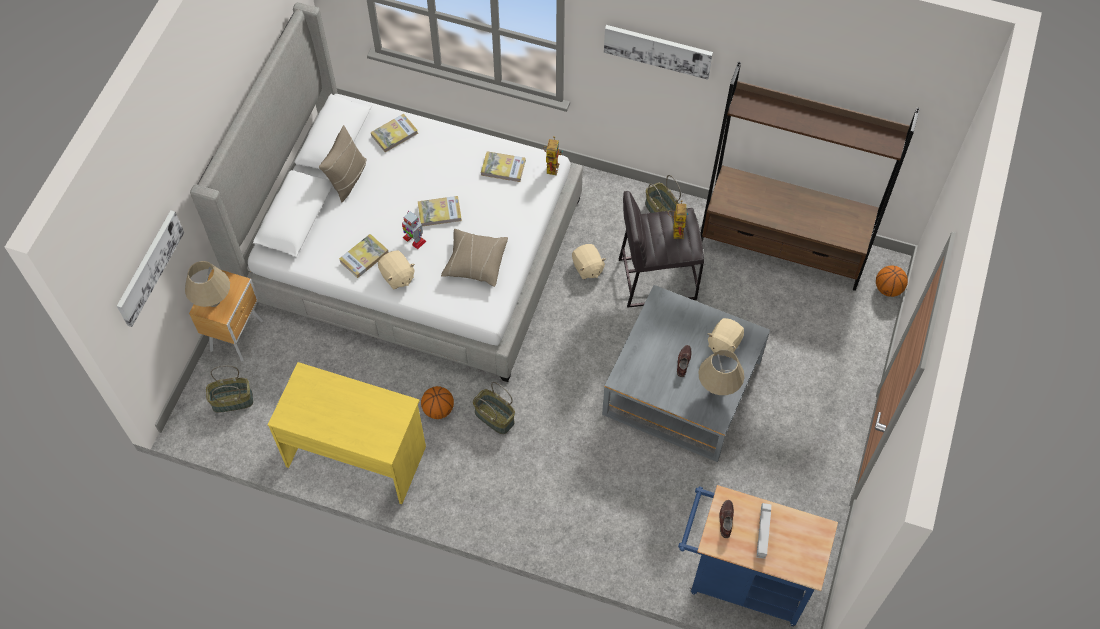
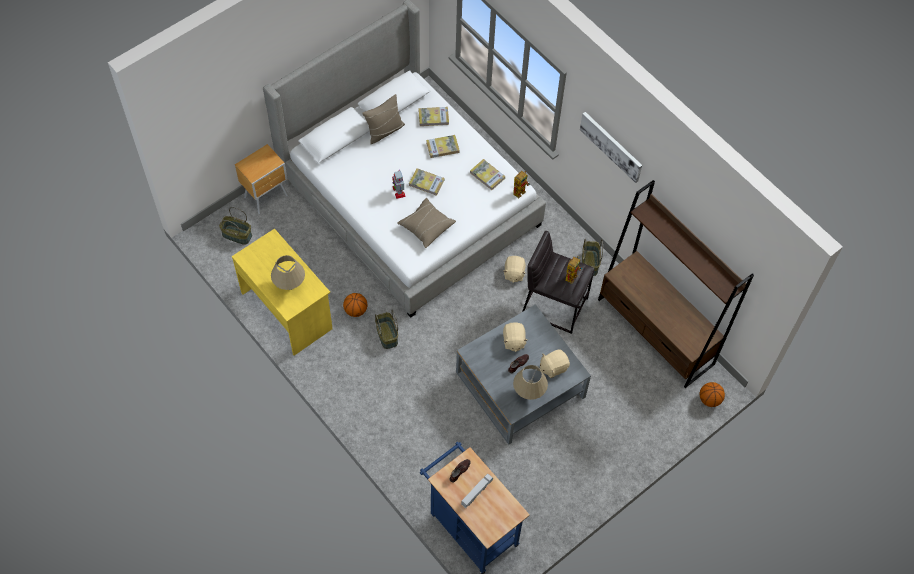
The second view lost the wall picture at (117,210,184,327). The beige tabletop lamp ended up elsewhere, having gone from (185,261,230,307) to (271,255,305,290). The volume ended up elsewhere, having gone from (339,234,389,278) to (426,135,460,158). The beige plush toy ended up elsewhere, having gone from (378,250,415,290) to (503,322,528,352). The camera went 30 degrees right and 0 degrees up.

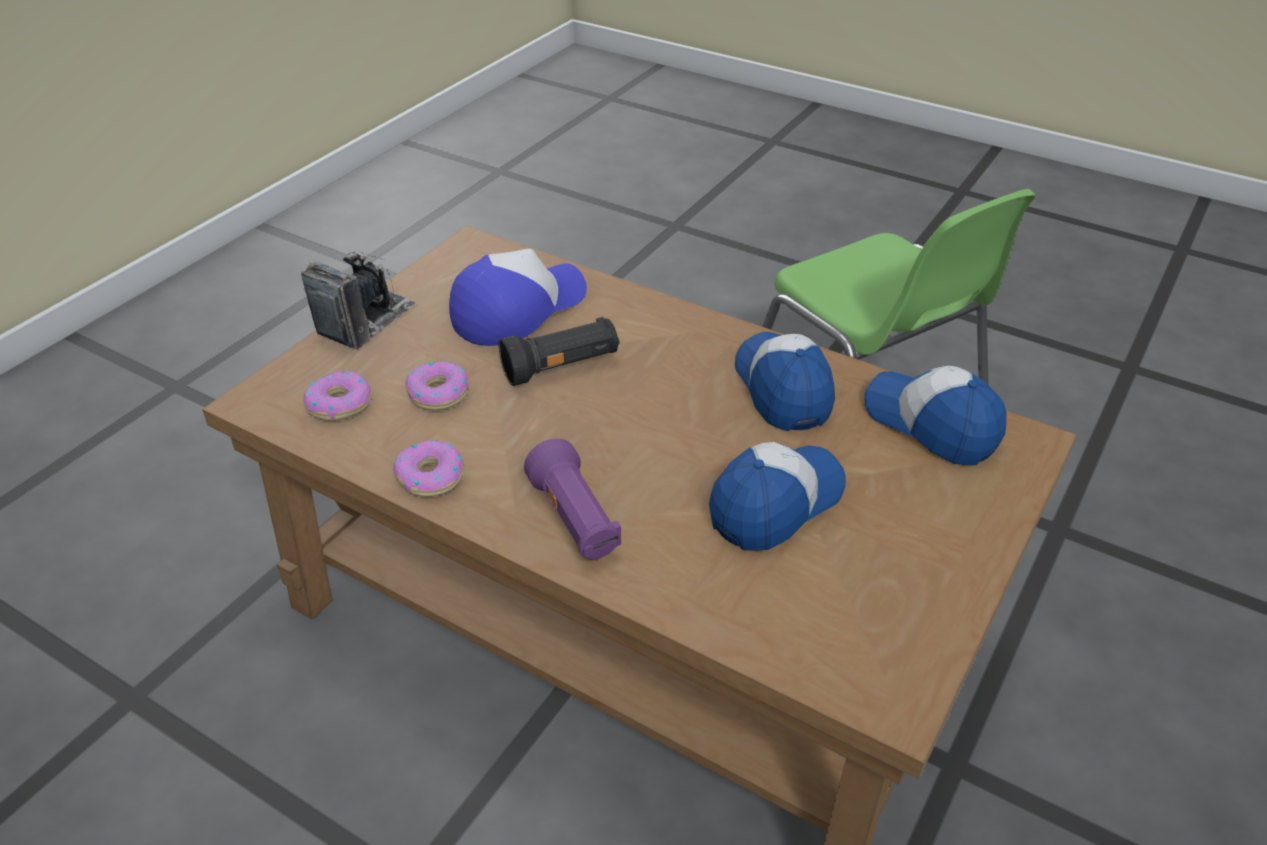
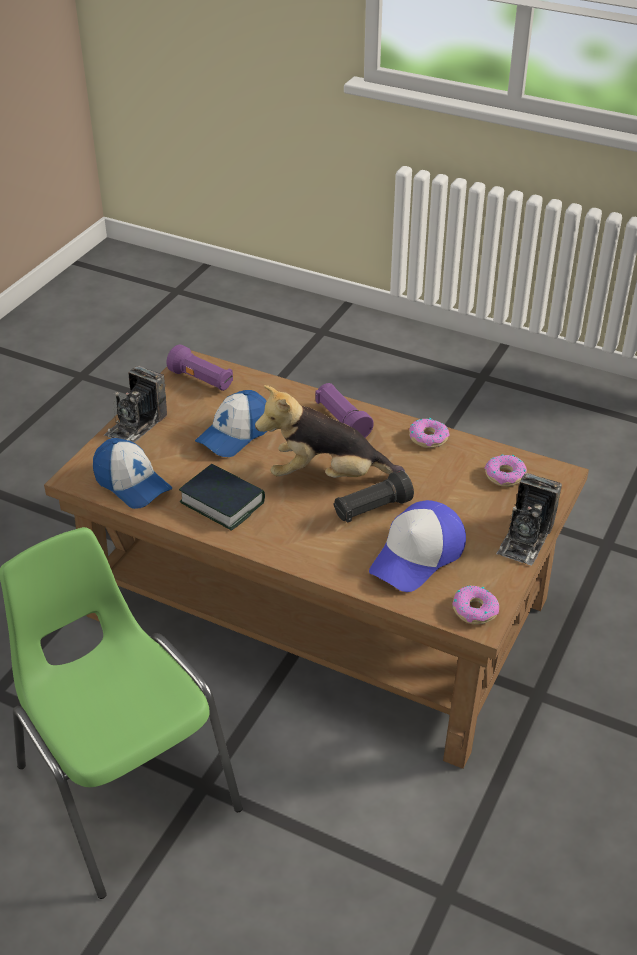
The doughnut ended up elsewhere, having gone from (405,361,469,411) to (452,586,499,625). Where the cap stood at (735,332,835,431), the volume came to stand at (179,464,265,531). The second view gained the still camera at (103,366,167,443). The second view gained the purplish flashlight at (166,345,233,391). The second view gained the plush toy at (255,385,405,478). The camera went 175 degrees right and 0 degrees up.

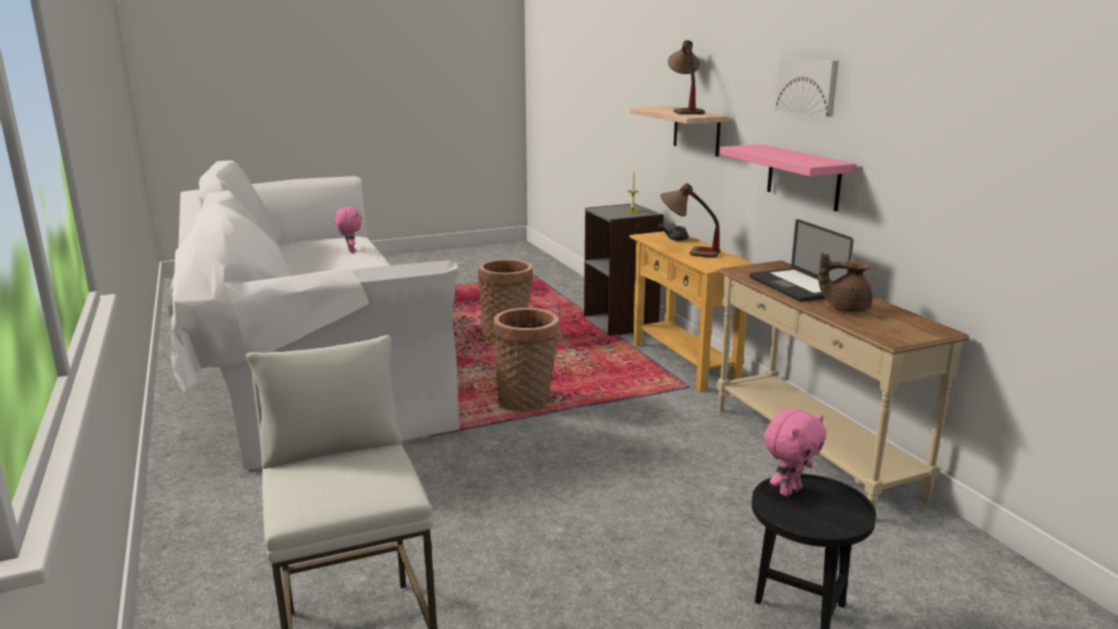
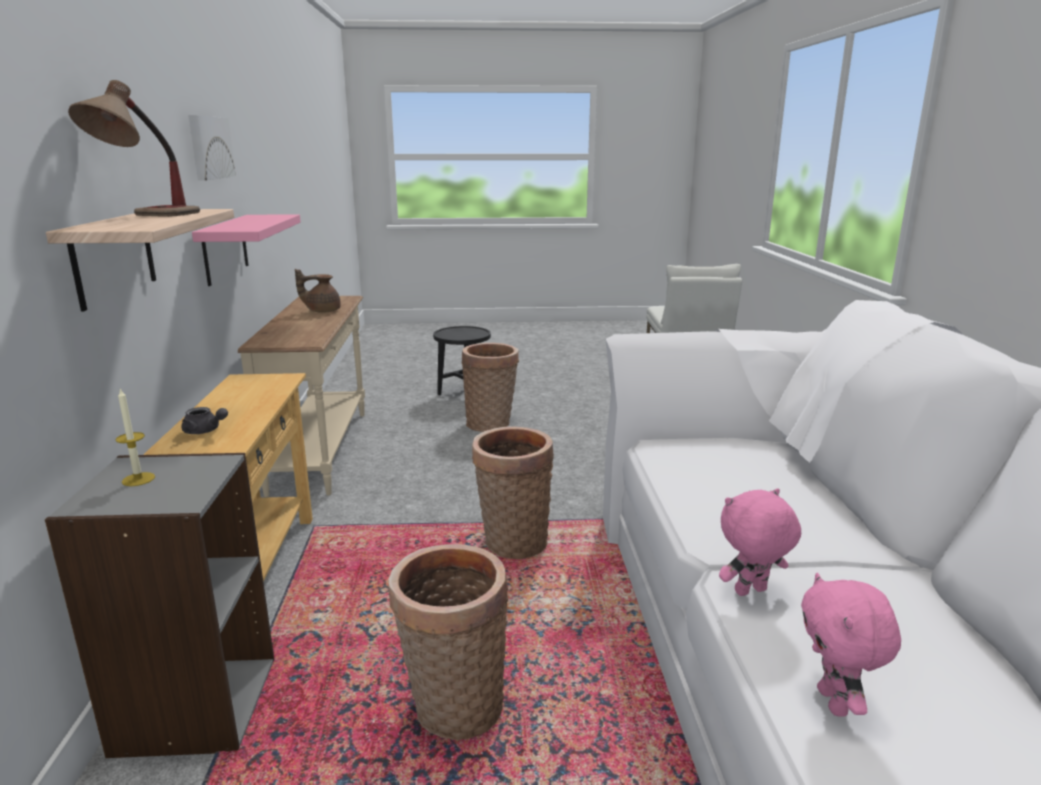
The second view lost the tabletop lamp at (660,183,721,258). The second view lost the portable computer at (750,219,854,302). The pink-coloured plush toy ended up elsewhere, having gone from (764,409,826,496) to (719,488,801,596). The brown-coloured teapot at (819,253,872,312) ended up facing another way, 135 degrees clockwise from before. The second view gained the household basket at (462,343,519,432). The camera went 160 degrees left and 0 degrees up.

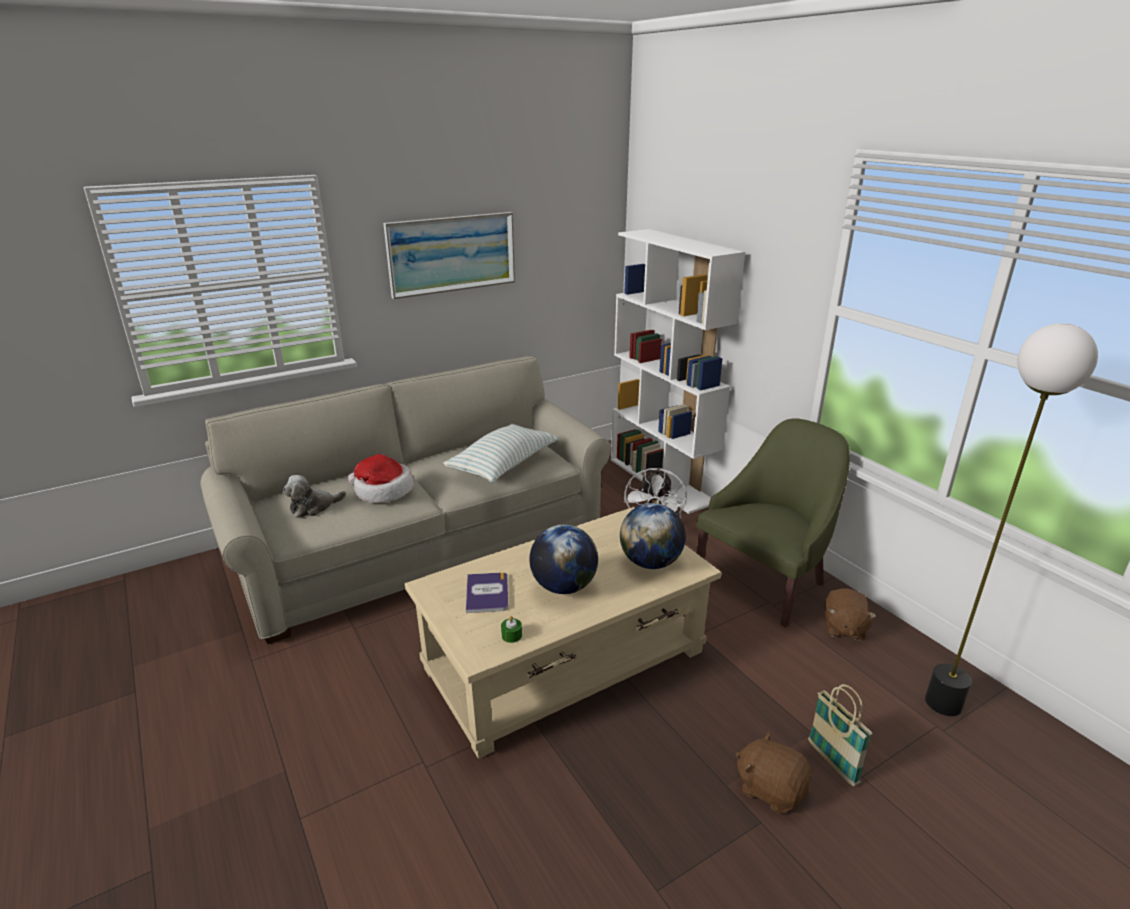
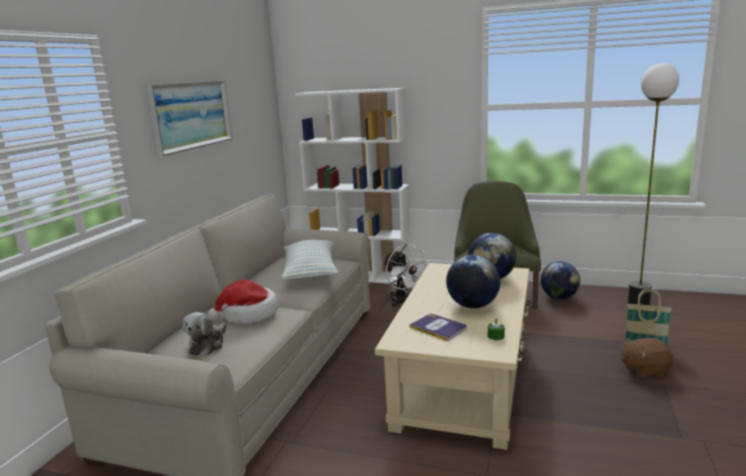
Where the brown-coloured plush toy stood at (825,589,876,641), the desk globe came to stand at (540,261,580,299). The camera went 40 degrees left and 10 degrees down.

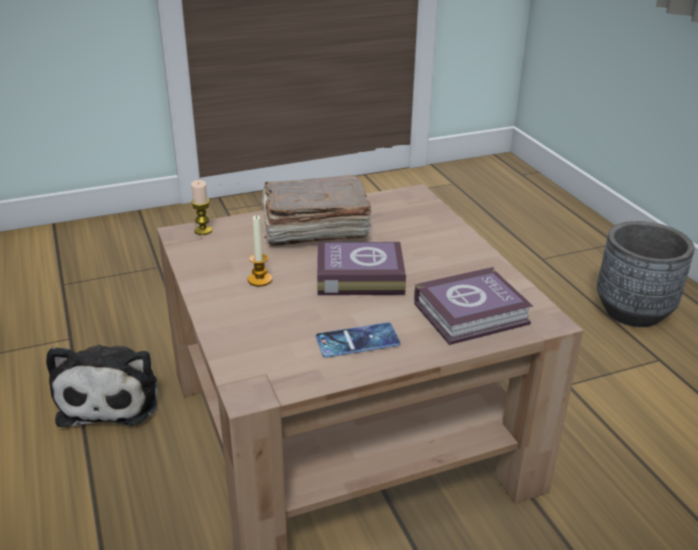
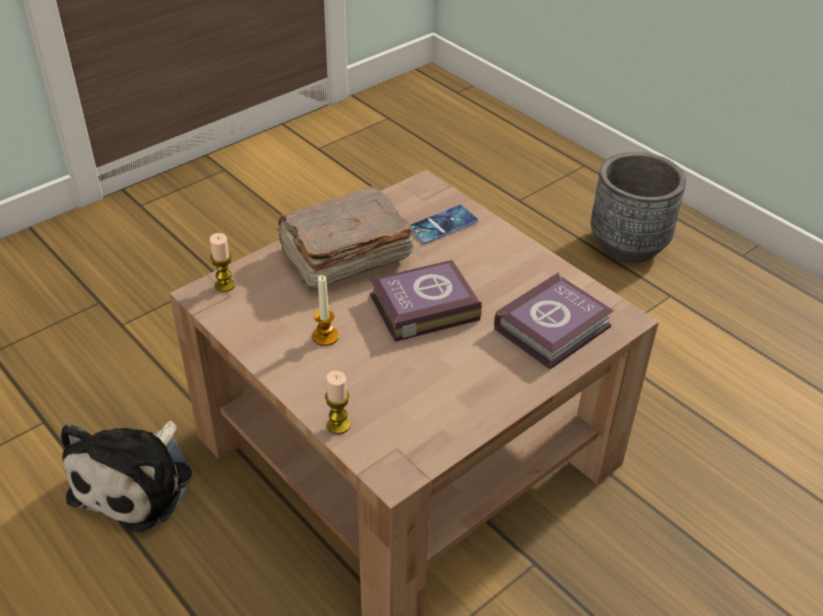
The plush toy at (46,345,157,427) ended up facing another way, 45 degrees clockwise from before. The phone ended up elsewhere, having gone from (316,322,401,358) to (410,205,478,244). The second view gained the wax light at (325,371,350,434). The camera went 20 degrees left and 10 degrees up.

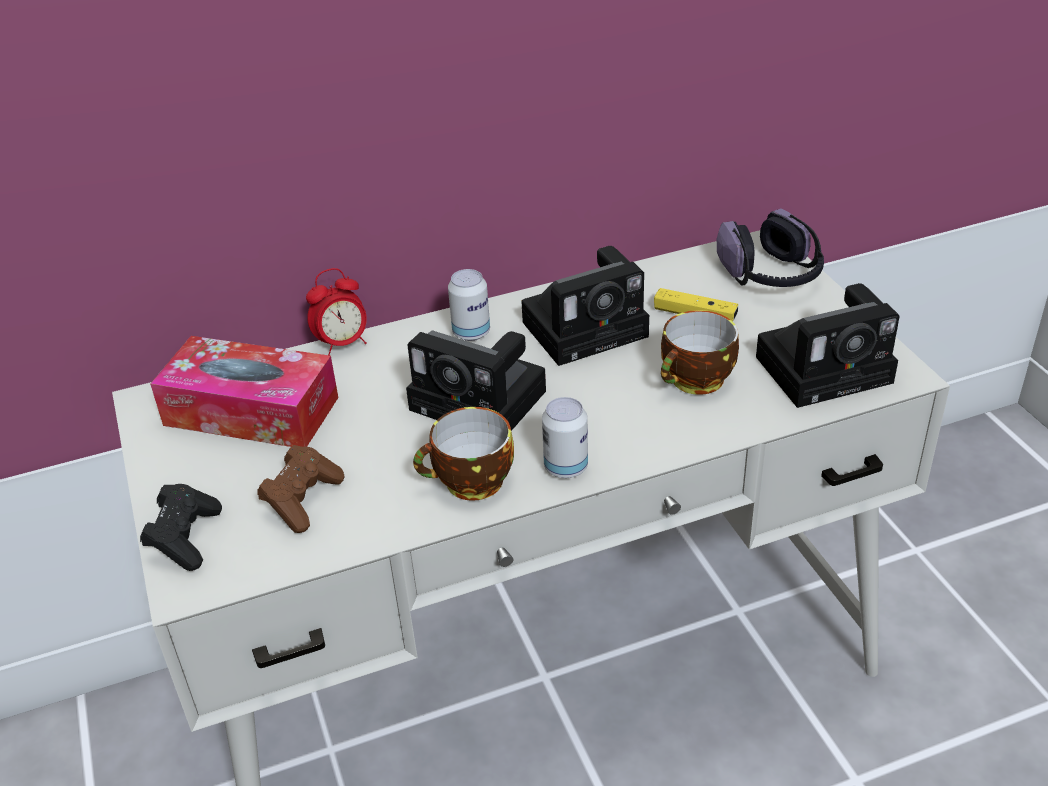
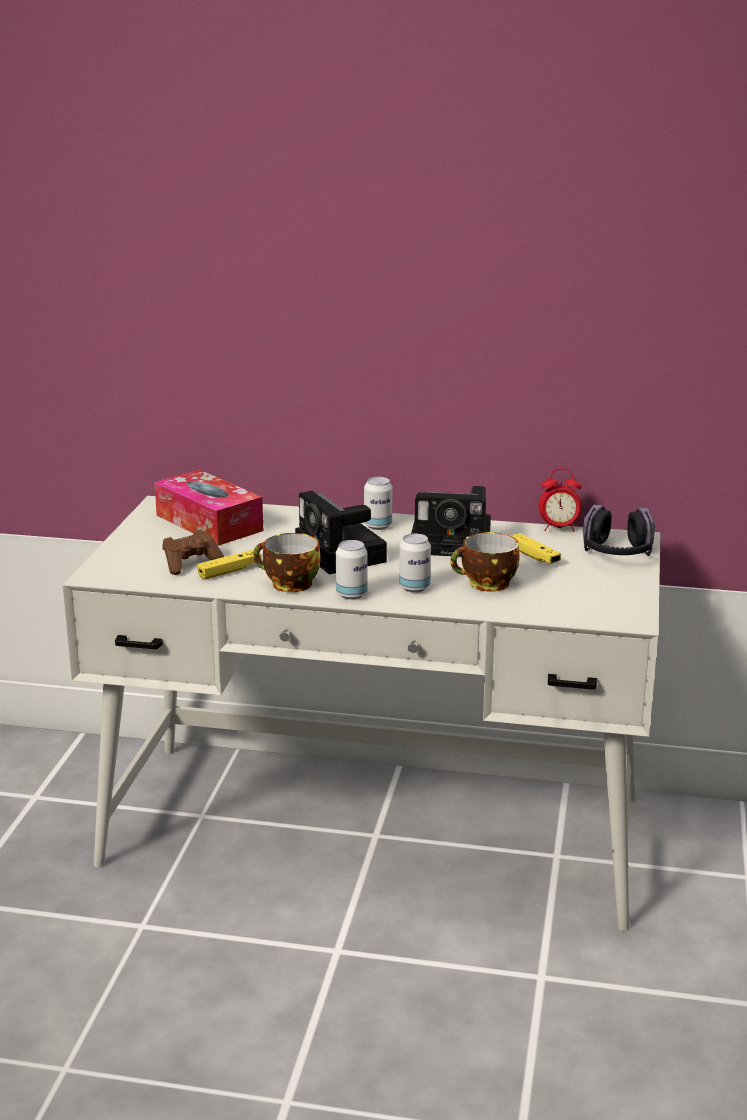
The second view lost the black-coloured game controller at (140,484,222,571). The table clock ended up elsewhere, having gone from (306,268,367,356) to (539,468,581,532). The second view lost the still camera at (756,283,900,408). The second view gained the yellow-coloured game controller at (197,549,262,580). The second view gained the metal can at (399,534,431,593). The camera went 30 degrees right and 15 degrees down.

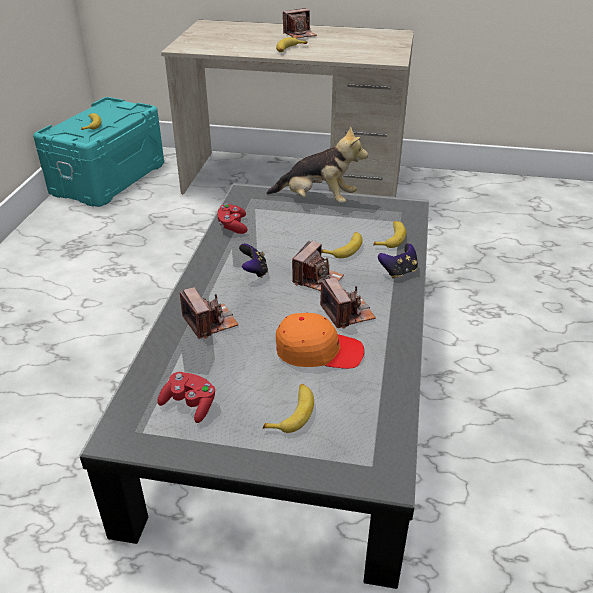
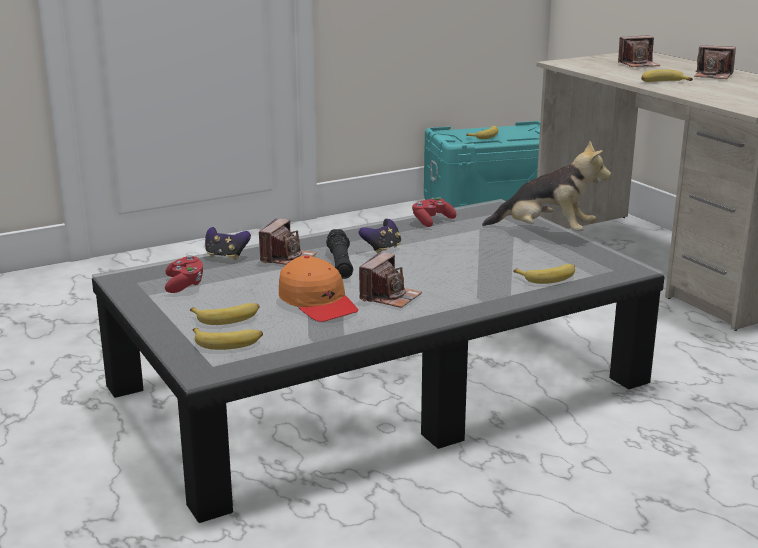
The plush toy at (266,126,368,203) ended up facing another way, 45 degrees counterclockwise from before. The still camera ended up elsewhere, having gone from (292,241,344,291) to (618,35,660,67). The banana fruit ended up elsewhere, having gone from (321,232,363,258) to (193,328,263,350). The game controller ended up elsewhere, having gone from (378,244,418,279) to (205,227,251,260). The second view gained the black-coloured flashlight at (326,229,353,279). The camera went 50 degrees right and 15 degrees down.

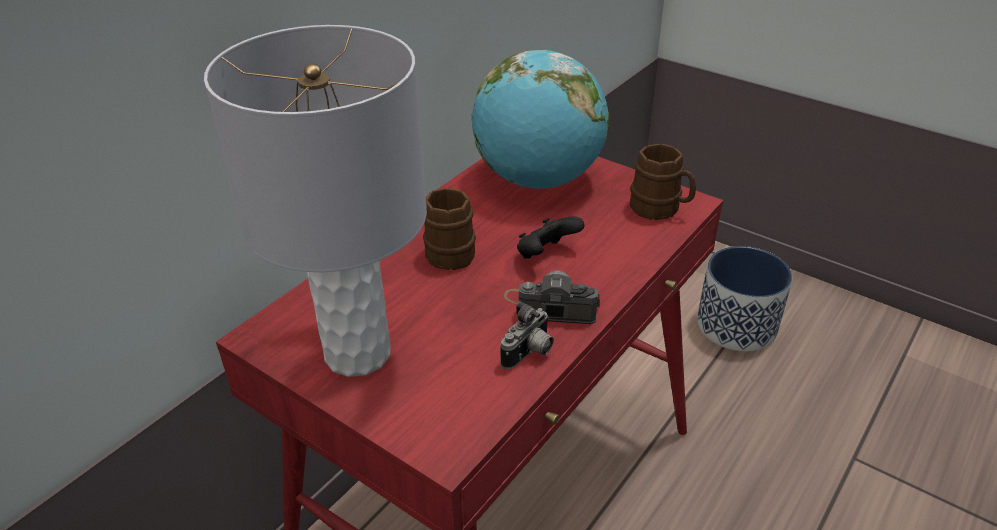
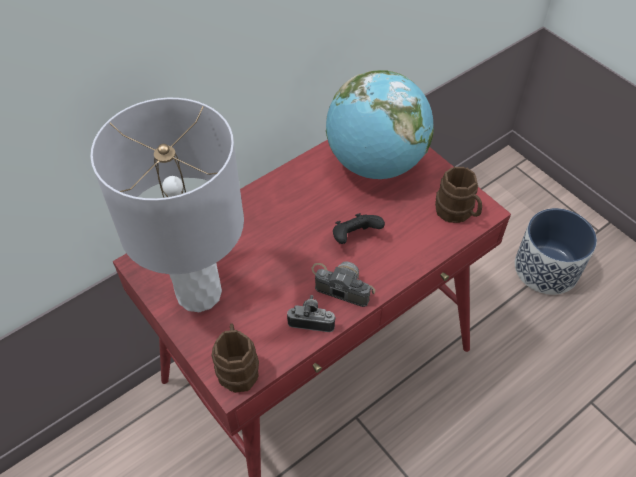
The brown-coloured mug ended up elsewhere, having gone from (423,188,476,270) to (212,323,259,393). The still camera at (500,301,554,369) ended up facing another way, 135 degrees counterclockwise from before. The camera went 15 degrees right and 15 degrees up.

